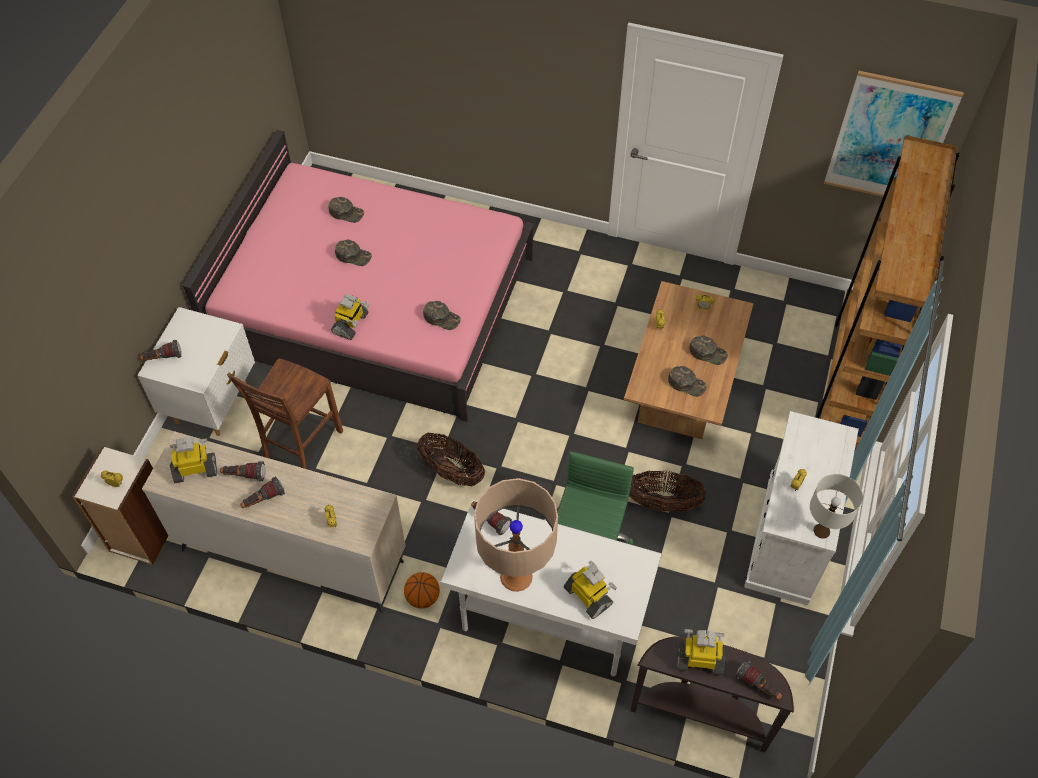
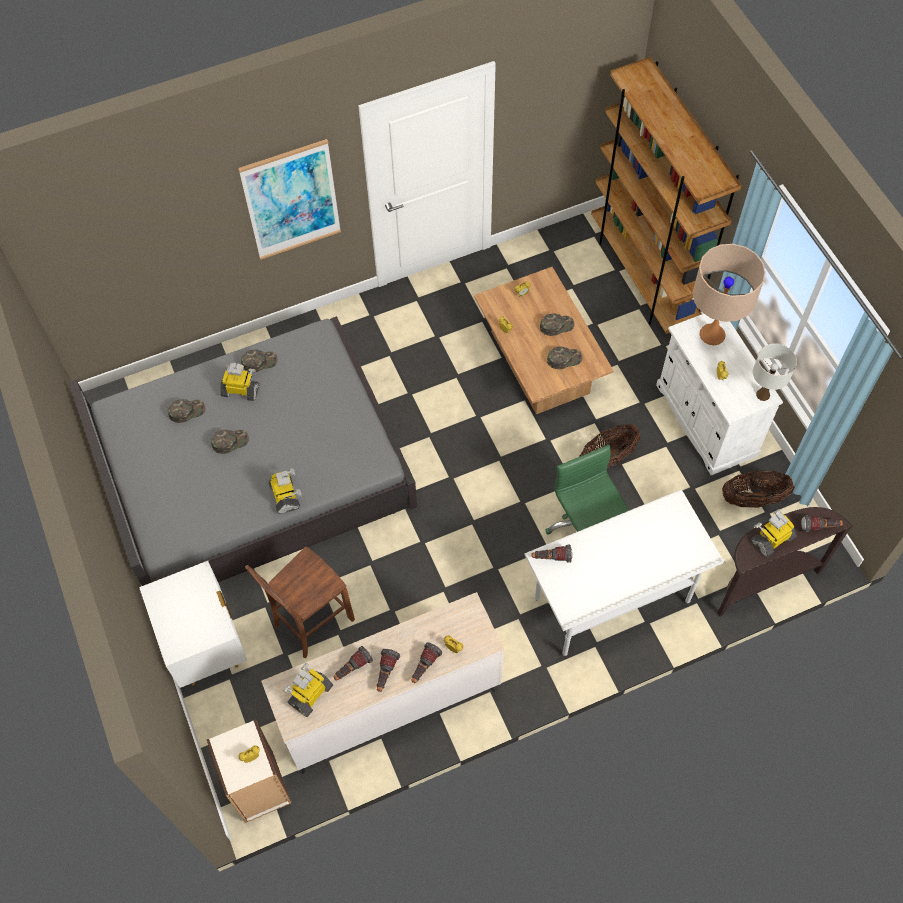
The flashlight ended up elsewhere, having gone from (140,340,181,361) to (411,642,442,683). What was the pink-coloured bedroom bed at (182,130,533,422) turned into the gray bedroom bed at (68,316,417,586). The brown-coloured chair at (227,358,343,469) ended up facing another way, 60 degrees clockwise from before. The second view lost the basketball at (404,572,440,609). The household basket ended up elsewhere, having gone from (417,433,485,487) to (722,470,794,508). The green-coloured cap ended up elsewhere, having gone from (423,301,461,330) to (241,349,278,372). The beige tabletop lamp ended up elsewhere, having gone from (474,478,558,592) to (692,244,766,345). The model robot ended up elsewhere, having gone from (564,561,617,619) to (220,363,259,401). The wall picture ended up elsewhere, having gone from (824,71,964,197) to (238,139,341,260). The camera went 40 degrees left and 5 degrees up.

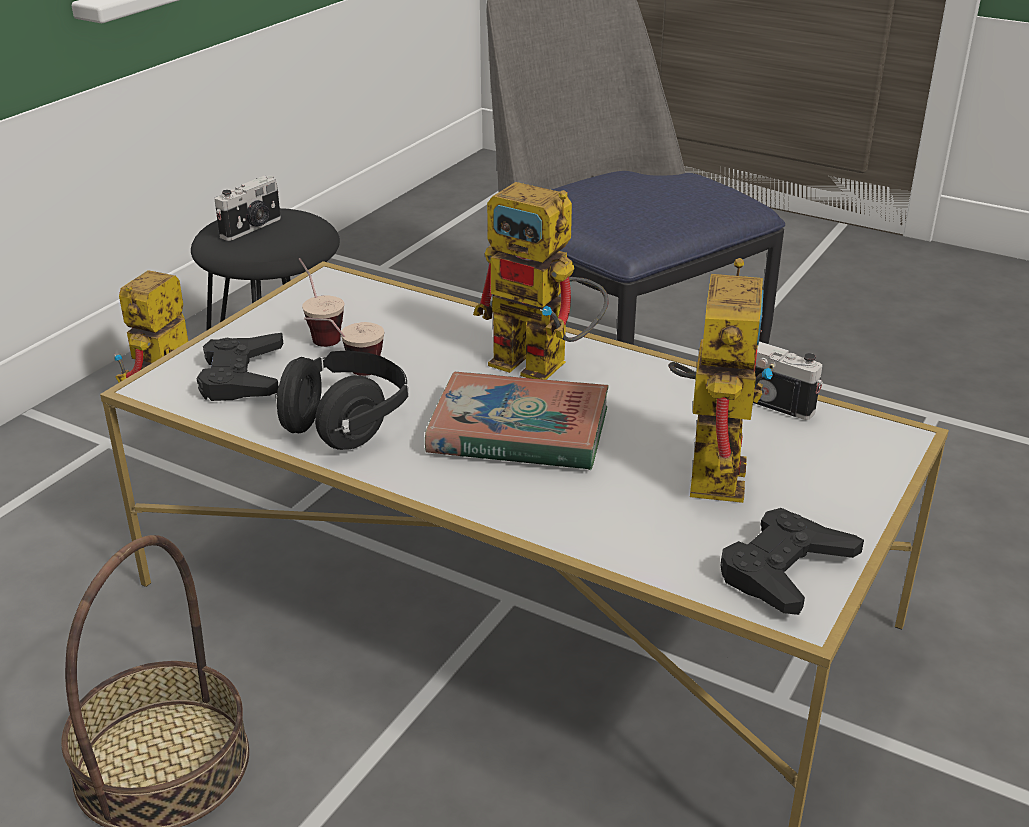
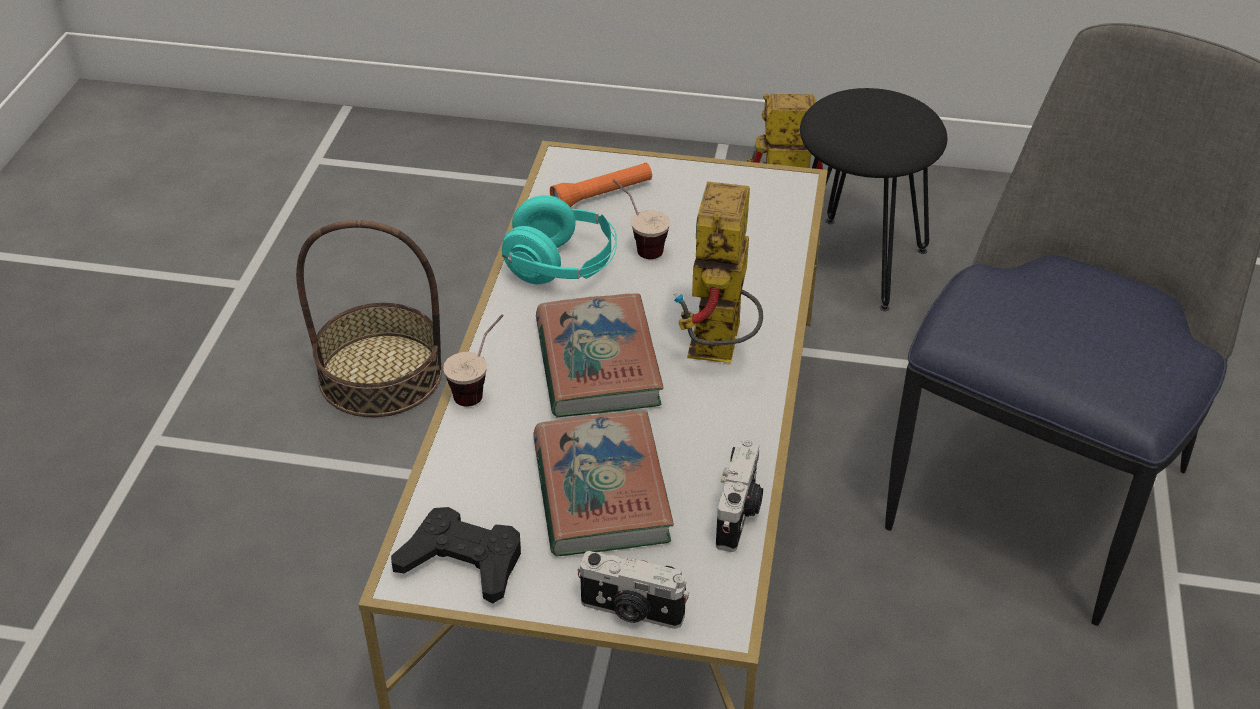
Where the black-coloured game controller stood at (196,333,283,401), the orange flashlight came to stand at (550,163,652,207). The still camera ended up elsewhere, having gone from (214,175,281,241) to (578,551,689,629). What was the black-coloured headphones at (275,351,409,450) turned into the turquoise headphones at (502,195,617,284). The drinking cup ended up elsewhere, having gone from (299,258,344,347) to (443,314,504,407). Where the model robot stood at (669,258,775,503), the volume came to stand at (534,411,674,556). The camera went 70 degrees right and 10 degrees up.

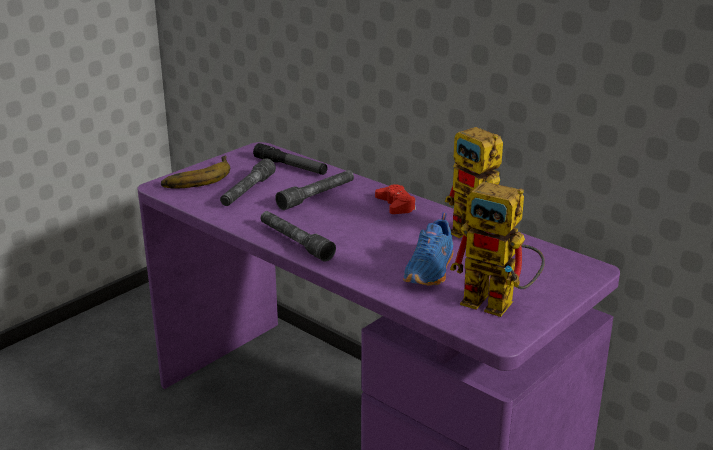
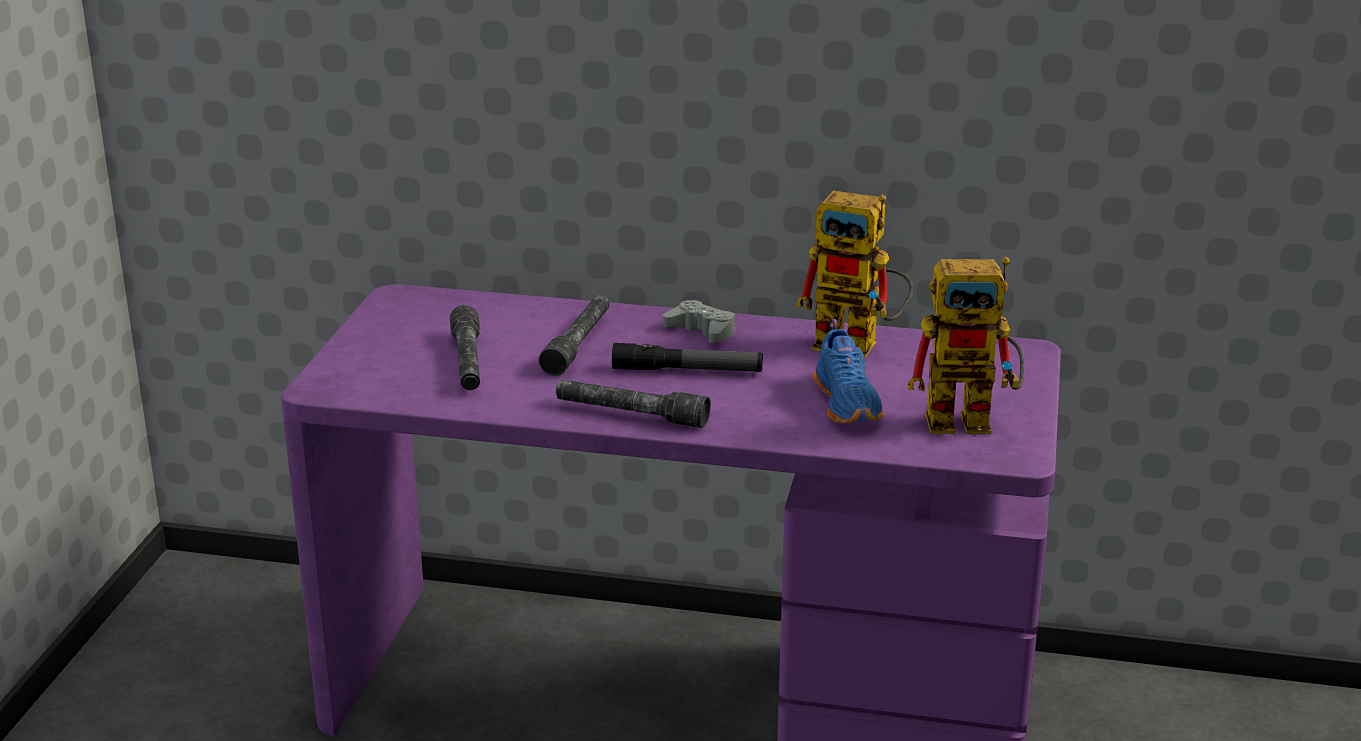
The second view lost the banana fruit at (161,155,230,189). The flashlight ended up elsewhere, having gone from (253,143,327,175) to (612,343,763,372). What was the red game controller at (375,184,416,214) turned into the gray game controller at (663,300,735,343). The camera went 30 degrees left and 0 degrees up.

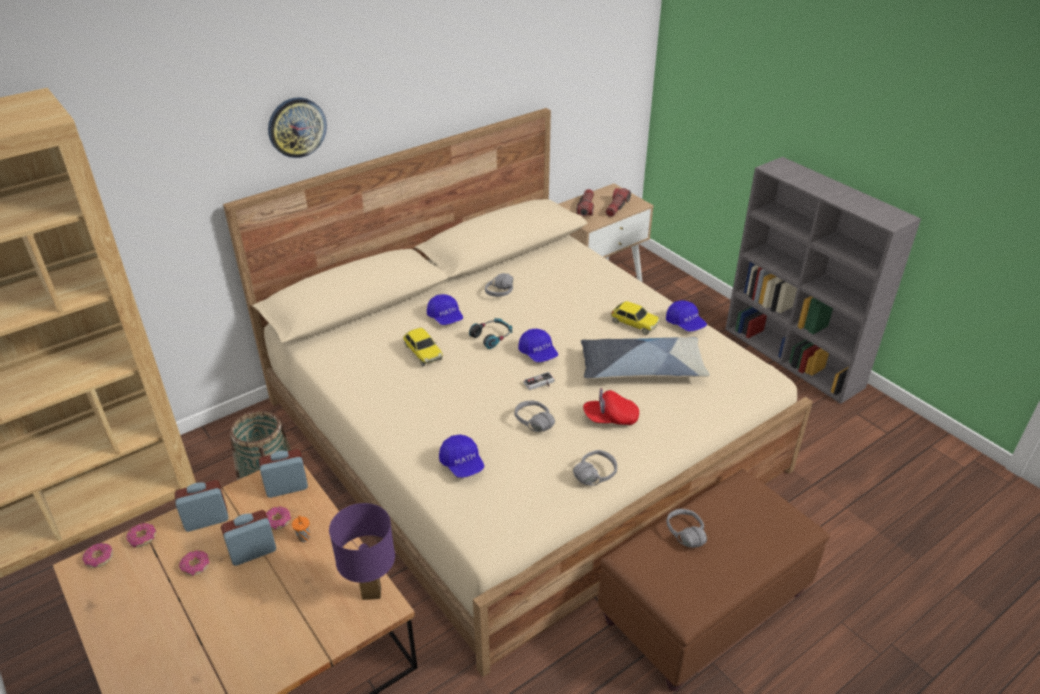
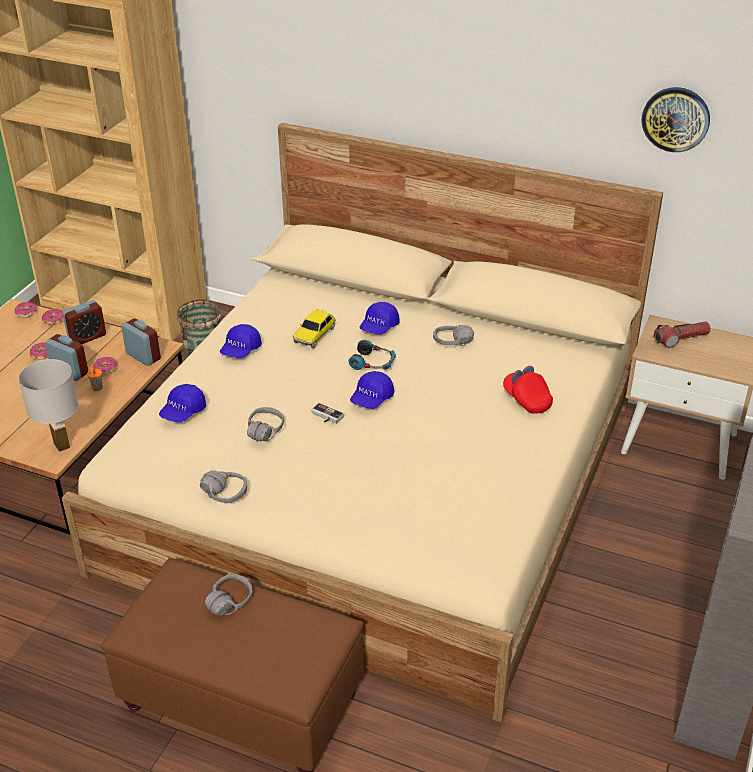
The table clock at (175,480,228,532) ended up facing another way, 105 degrees clockwise from before. The hanging clock ended up elsewhere, having gone from (268,98,327,158) to (642,87,710,152). What was the purplish tabletop lamp at (329,503,395,600) turned into the white tabletop lamp at (19,359,79,452). The second view lost the pillow at (581,337,710,379). The red cap ended up elsewhere, having gone from (583,388,639,425) to (503,366,553,414). The second view lost the flashlight at (606,188,631,217). The second view lost the miniature car at (611,301,660,335). The blue-coloured cap ended up elsewhere, having gone from (666,300,707,332) to (220,324,262,358). The camera went 60 degrees right and 0 degrees up.

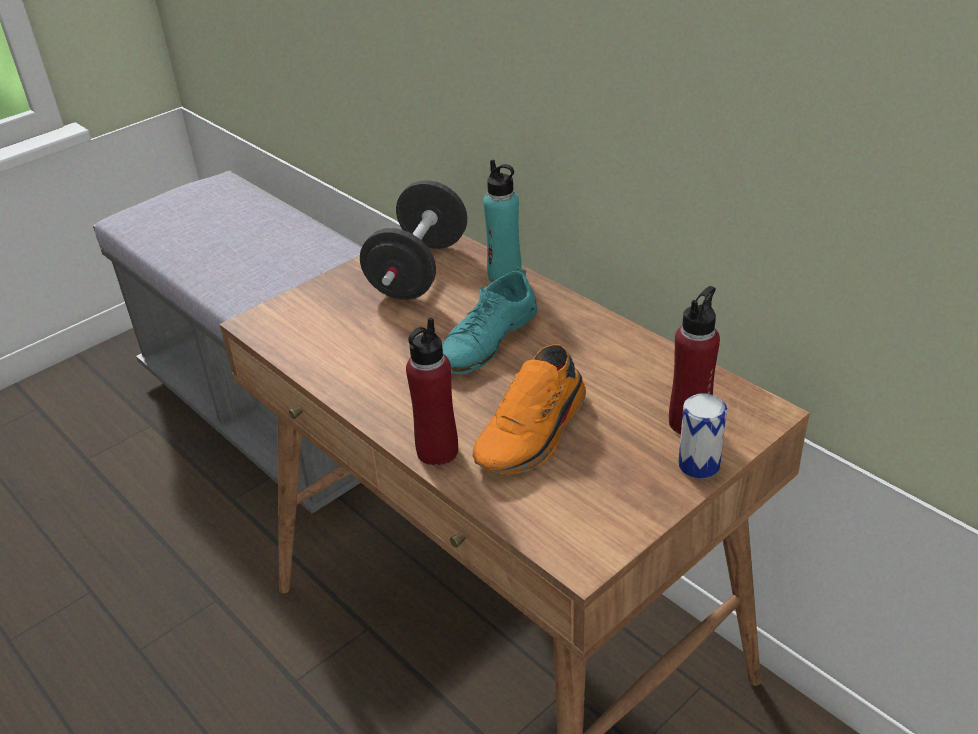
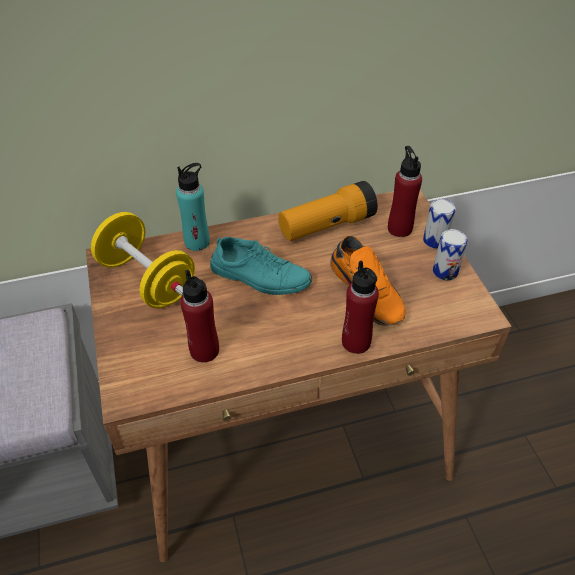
What was the black-coloured free weight at (360,180,467,300) turned into the yellow-coloured free weight at (91,212,195,309). The turquoise shoe at (442,267,537,374) ended up facing another way, 45 degrees counterclockwise from before. The second view gained the red beverage bottle at (180,270,219,363). The second view gained the flashlight at (279,181,378,241). The second view gained the metal can at (433,229,468,281). The camera went 65 degrees left and 10 degrees up.

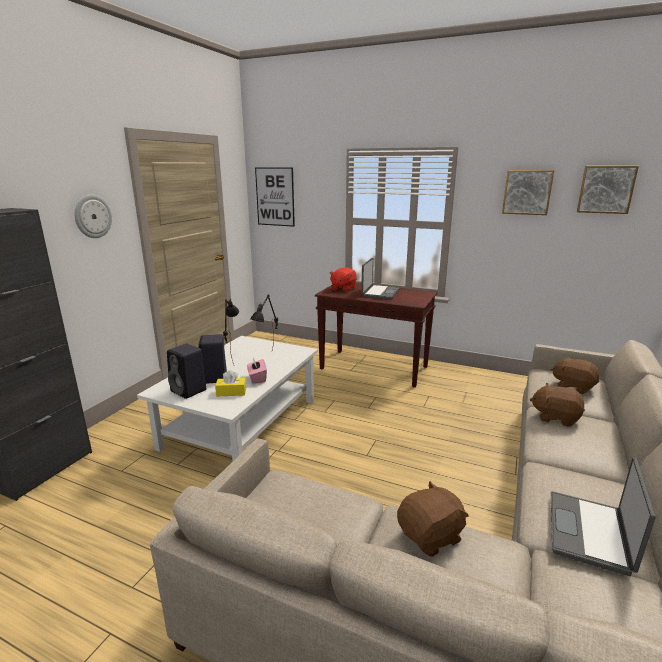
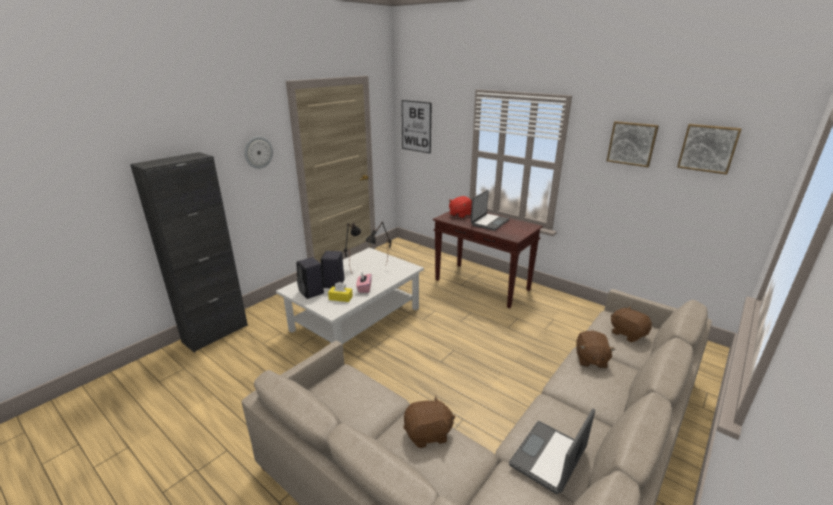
The brown-coloured plush toy at (530,383,585,427) ended up facing another way, 120 degrees counterclockwise from before. The camera went 15 degrees right and 5 degrees up.

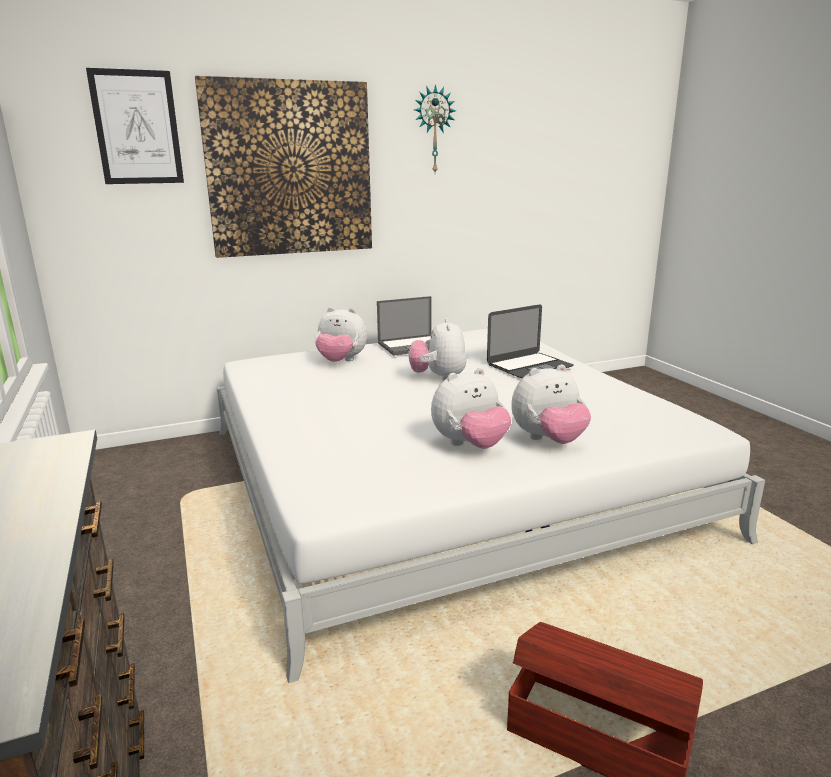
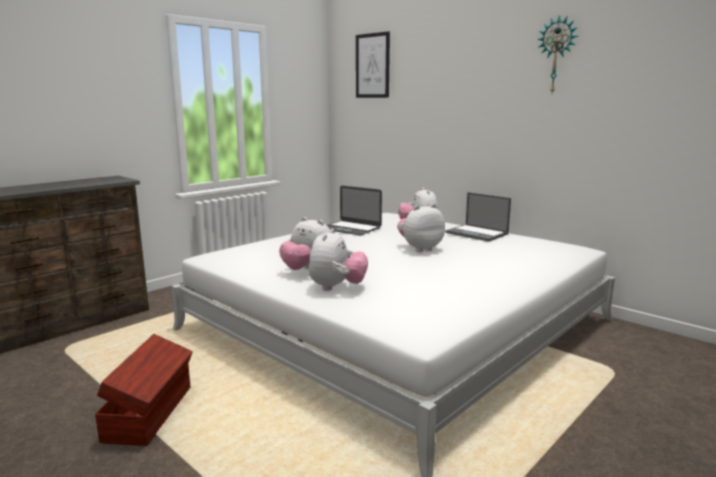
The second view lost the wall picture at (195,76,372,258). The portable computer ended up elsewhere, having gone from (487,304,574,378) to (327,186,382,235). The plush toy at (511,365,591,444) ended up facing another way, 120 degrees counterclockwise from before. The camera went 65 degrees right and 5 degrees down.

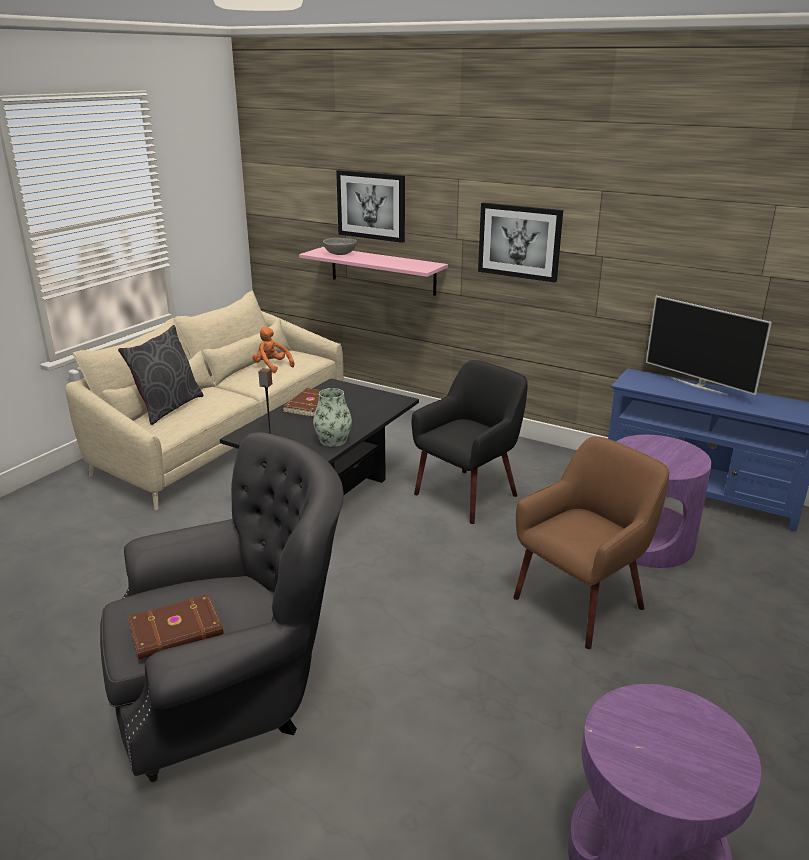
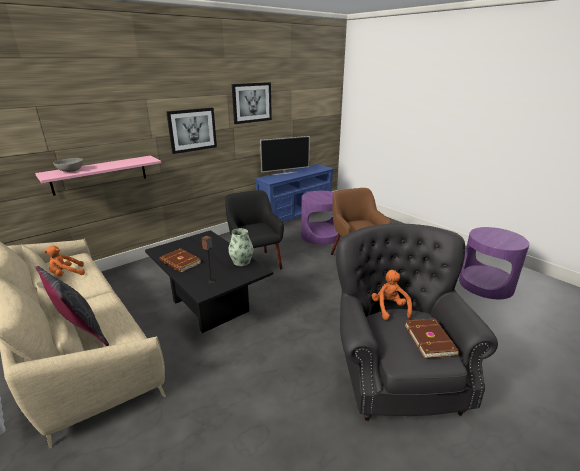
The wall picture ended up elsewhere, having gone from (336,170,405,243) to (232,82,272,124). The second view gained the orange plush toy at (372,270,412,320). The camera went 70 degrees left and 0 degrees up.

